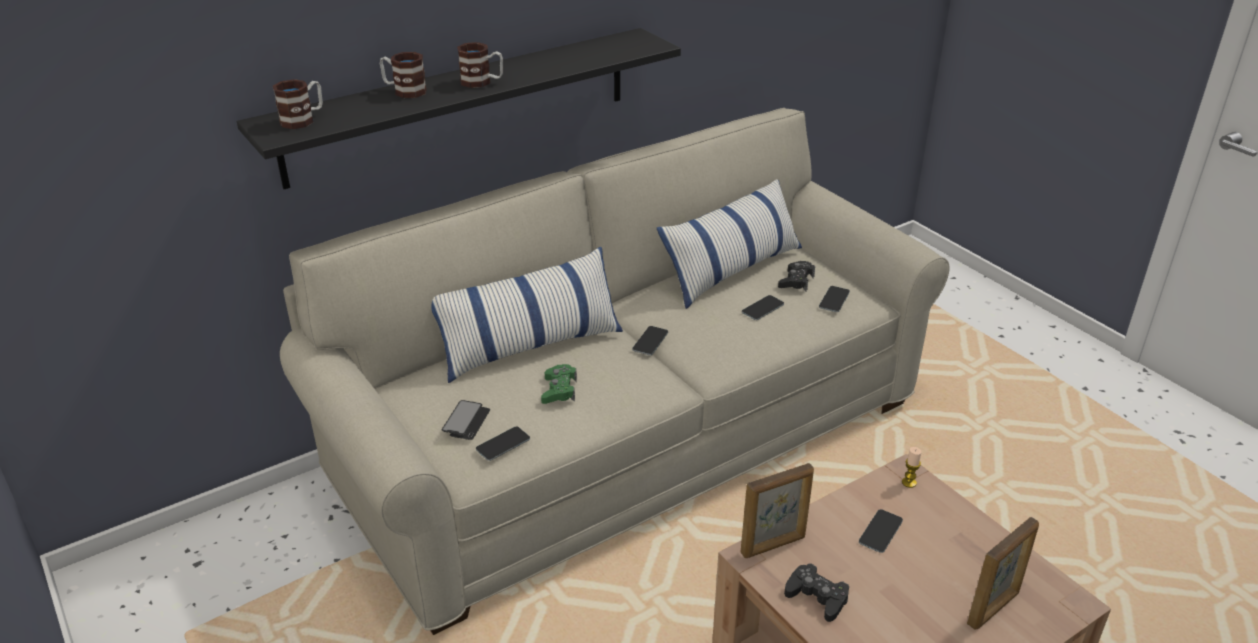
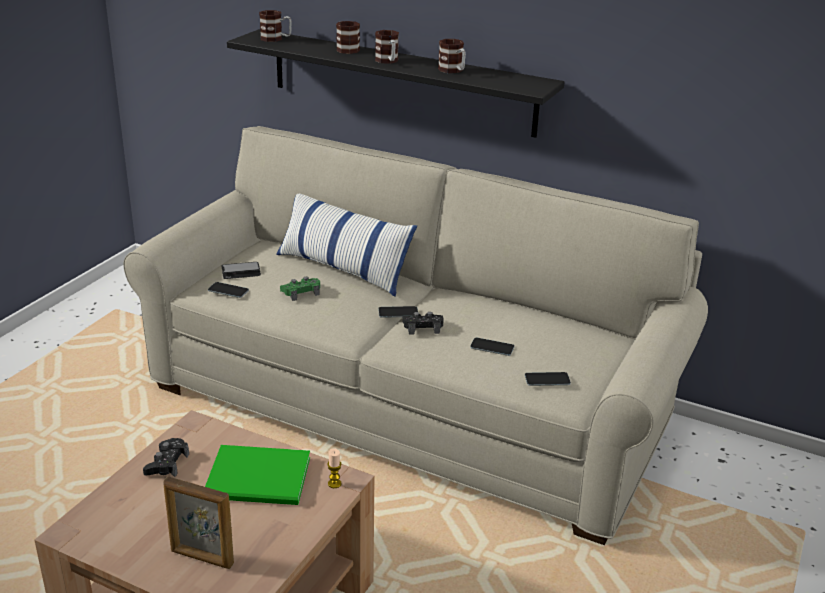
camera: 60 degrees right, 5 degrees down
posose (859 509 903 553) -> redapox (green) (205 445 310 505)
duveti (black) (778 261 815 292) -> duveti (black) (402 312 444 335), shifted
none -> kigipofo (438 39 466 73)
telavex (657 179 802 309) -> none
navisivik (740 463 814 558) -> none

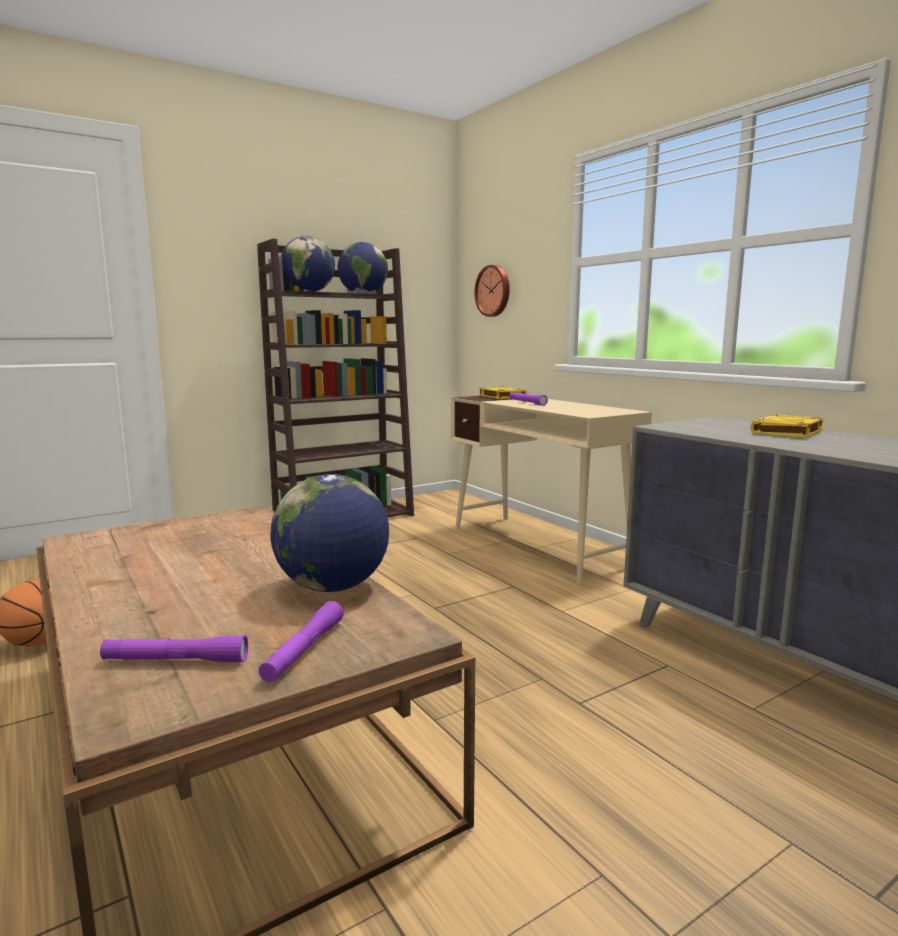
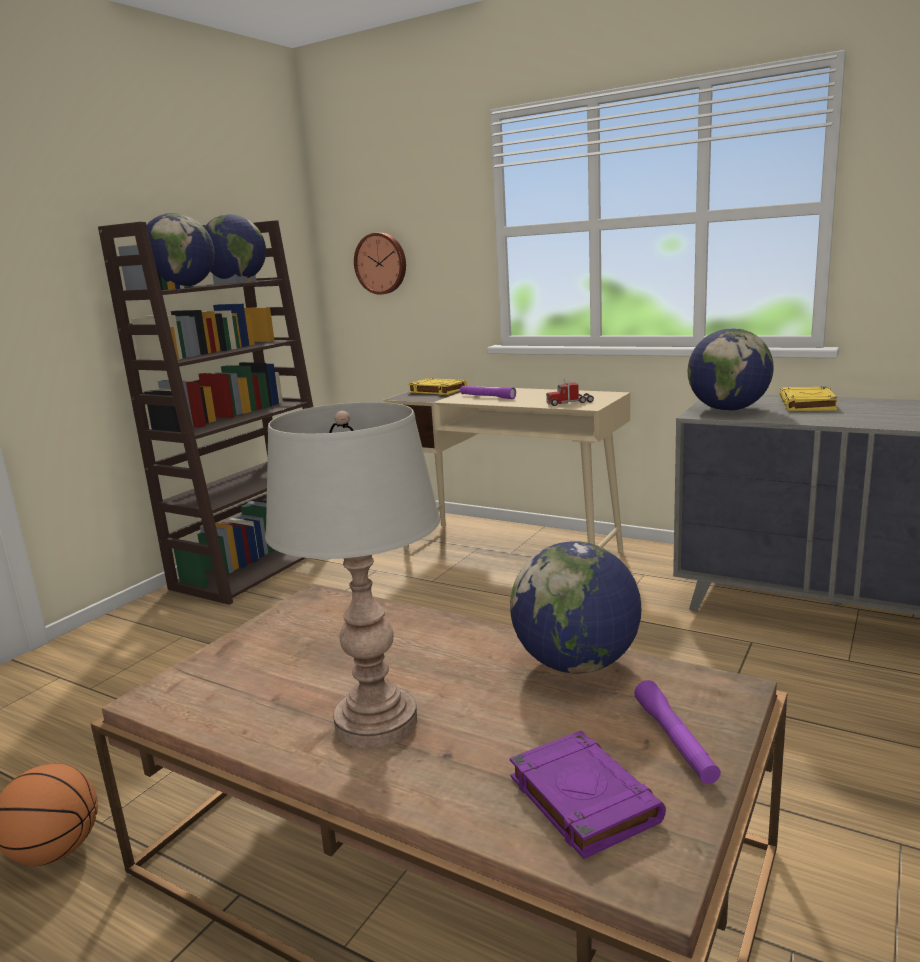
camera: 25 degrees left, 5 degrees up
none -> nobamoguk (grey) (265 402 440 749)
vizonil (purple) (100 636 248 662) -> redapox (purple) (510 731 666 859)
none -> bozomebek (546 379 594 406)
none -> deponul (688 328 774 411)

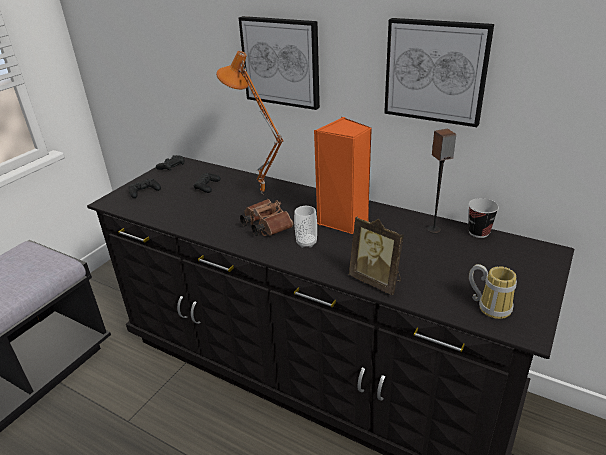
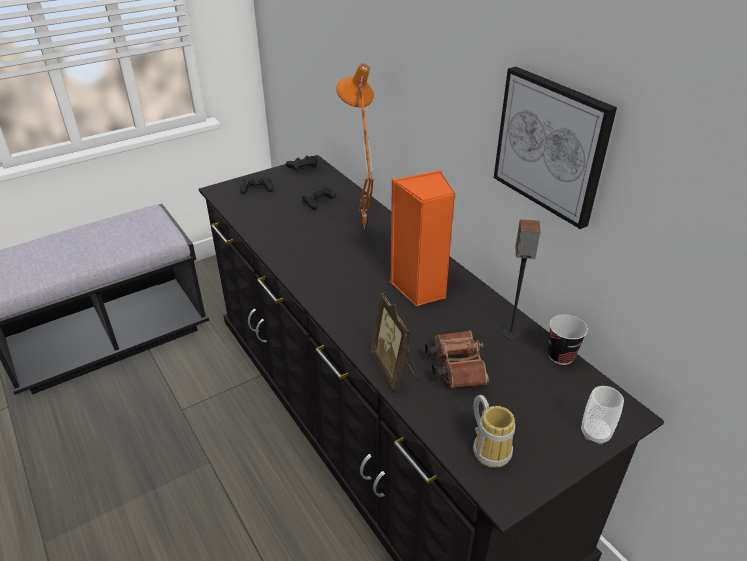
camera: 25 degrees right, 5 degrees up
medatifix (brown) (240 199 293 236) -> medatifix (brown) (425 330 489 388), shifted
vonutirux (294 206 317 248) -> vonutirux (581 386 624 445), shifted
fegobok (239 16 320 110) -> none

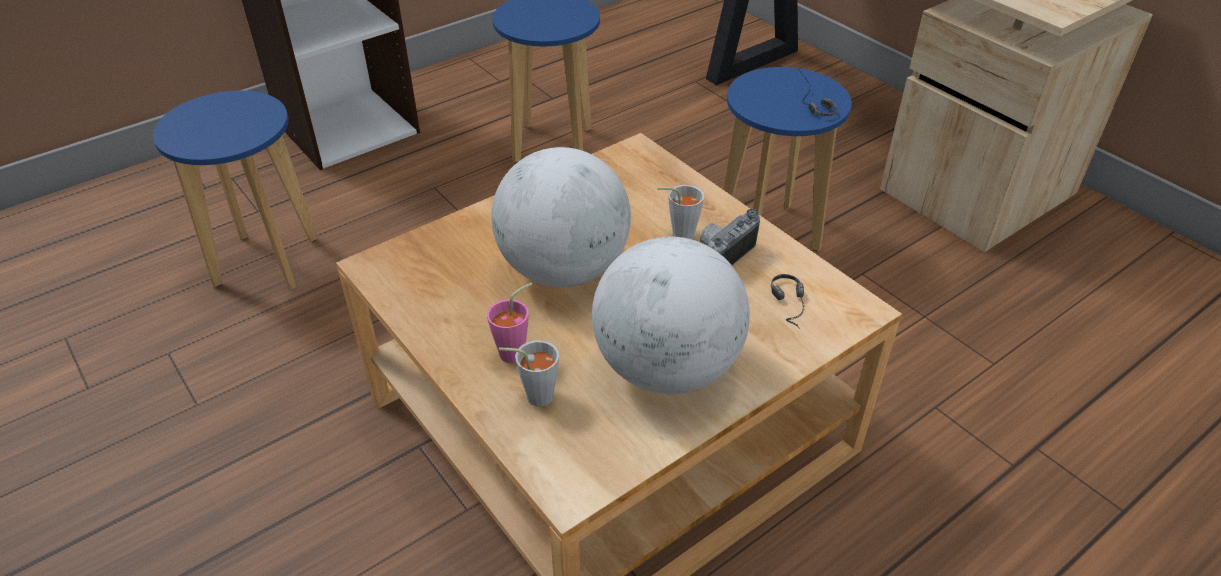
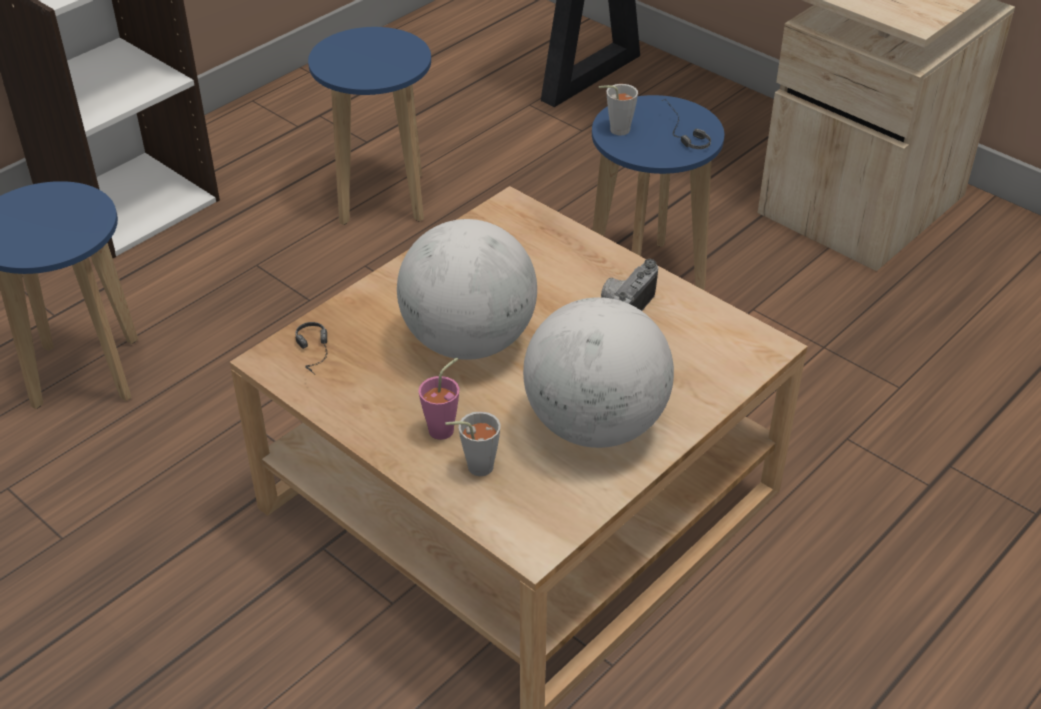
camera: 10 degrees left, 0 degrees up
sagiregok (771 274 805 330) -> sagiregok (295 322 328 374), shifted
vonutirux (grey) (658 185 704 239) -> vonutirux (grey) (599 84 638 136), shifted

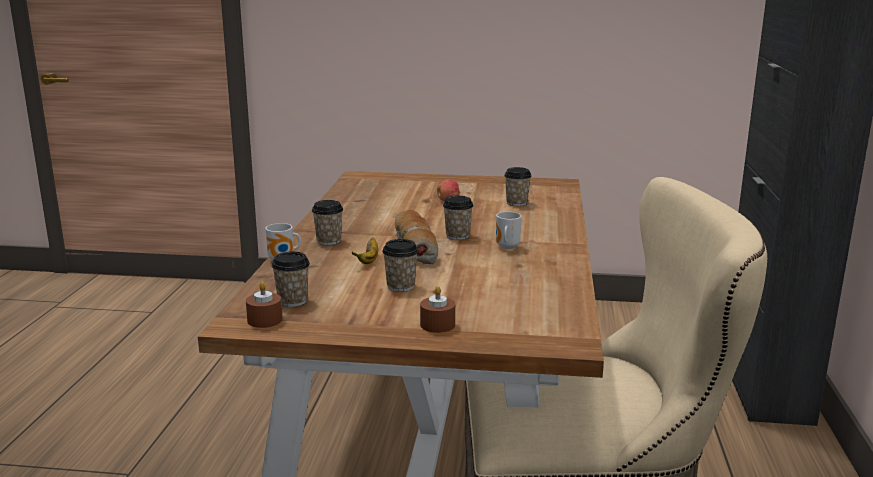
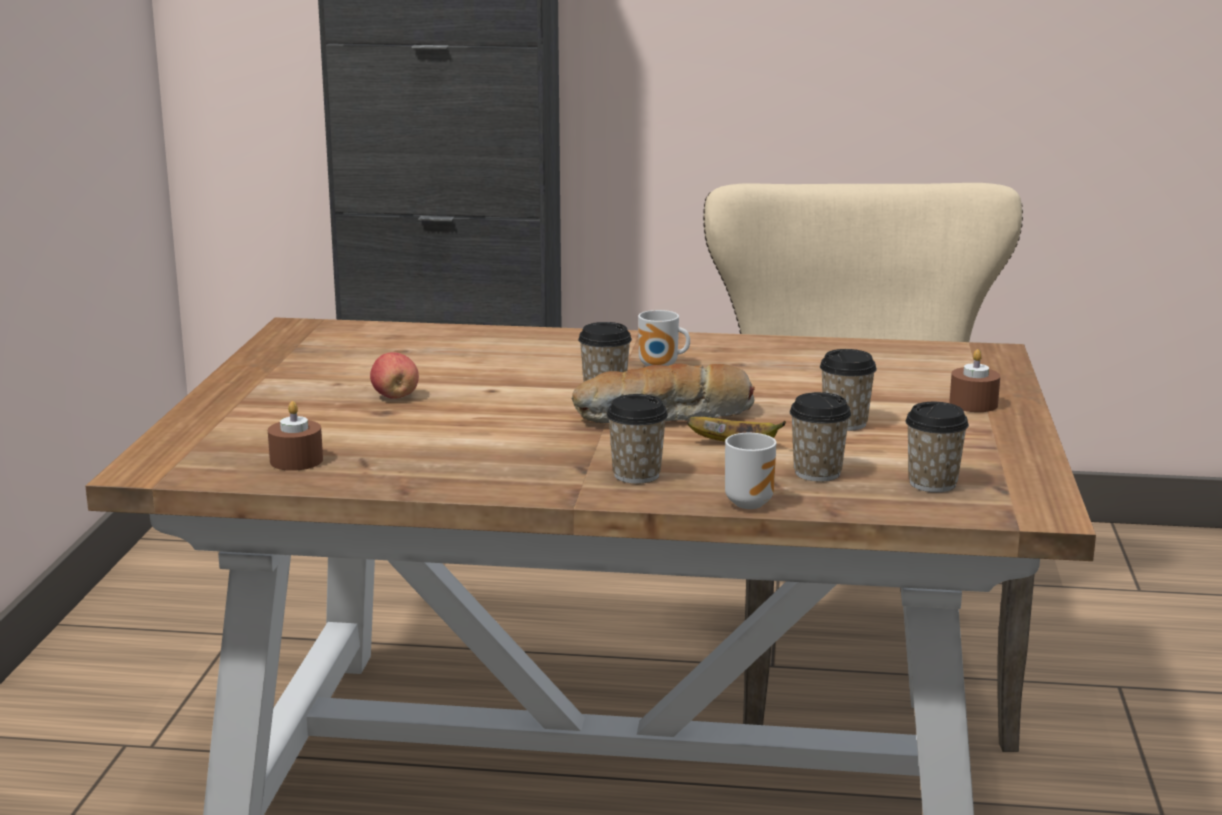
camera: 90 degrees left, 0 degrees up
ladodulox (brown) (246 281 283 328) -> ladodulox (brown) (268 401 323 471), shifted
vonutirux (504 167 532 206) -> vonutirux (790 392 851 482), shifted

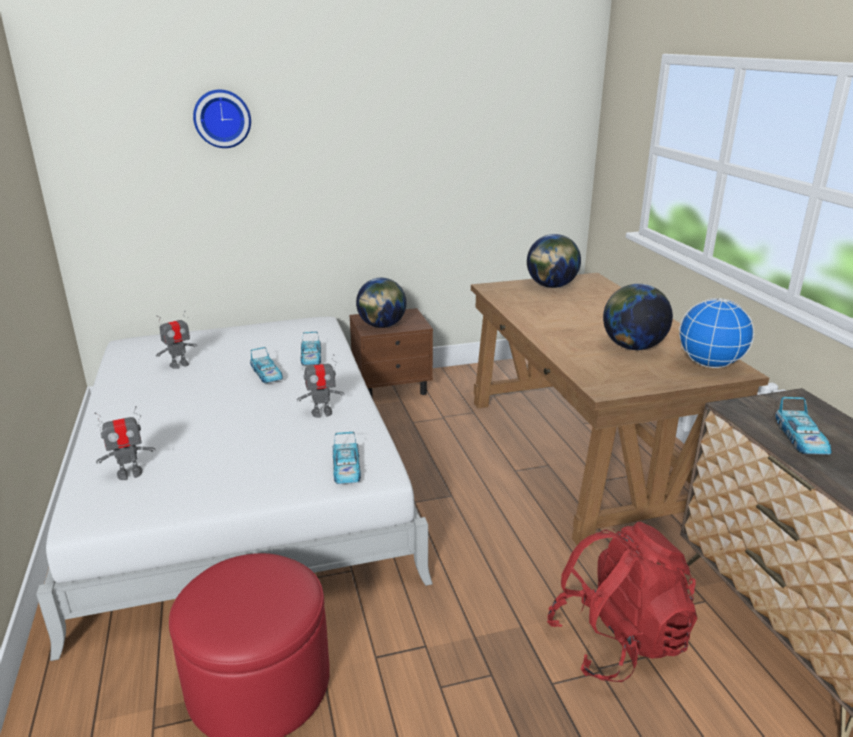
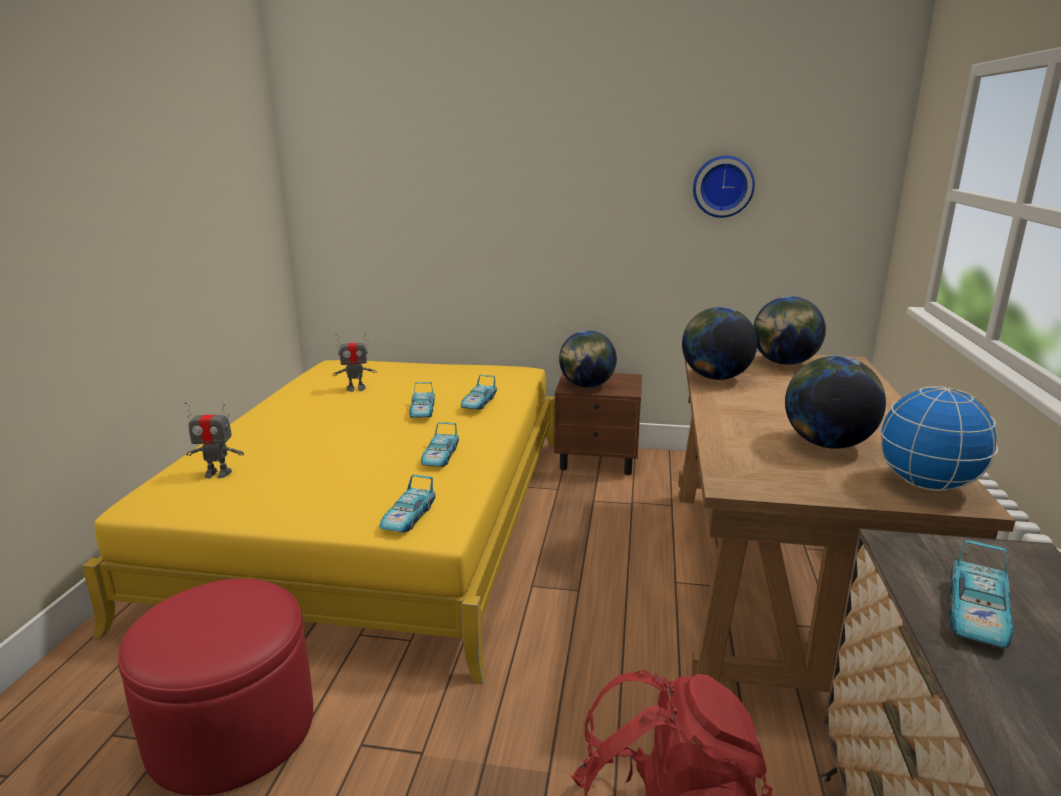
camera: 25 degrees right, 5 degrees down
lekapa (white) (36 317 433 661) -> lekapa (yellow) (82 360 555 684)
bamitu (297 354 344 418) -> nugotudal (421 422 459 467)
none -> deponul (682 307 757 380)
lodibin (193 90 251 148) -> lodibin (693 155 755 218), shifted

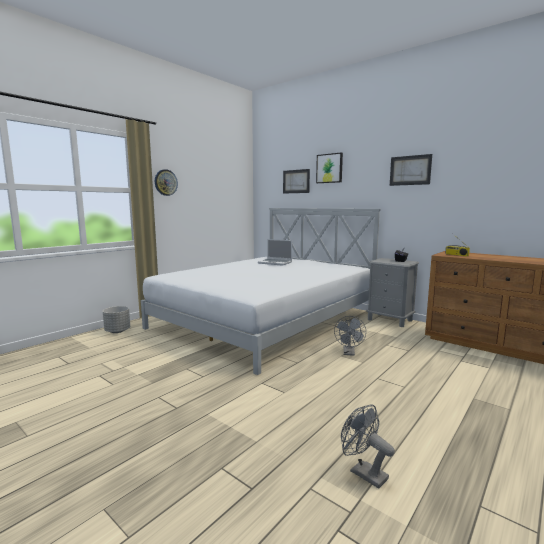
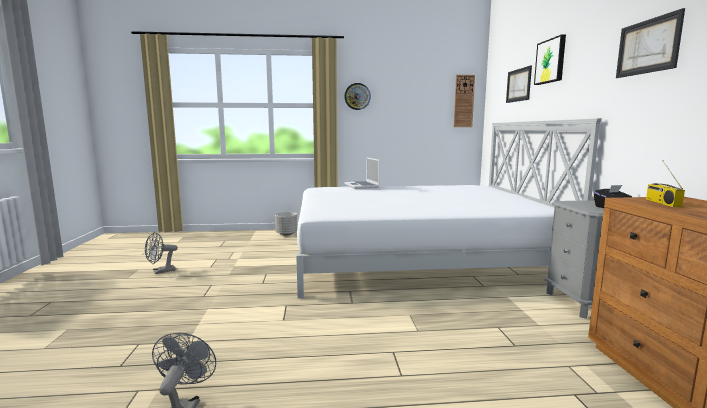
camera: 45 degrees right, 0 degrees up
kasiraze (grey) (334 316 366 356) -> kasiraze (grey) (145 232 178 274), shifted
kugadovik (258 239 292 266) -> kugadovik (344 158 379 189), shifted
none -> lodibin (454 75 475 127)

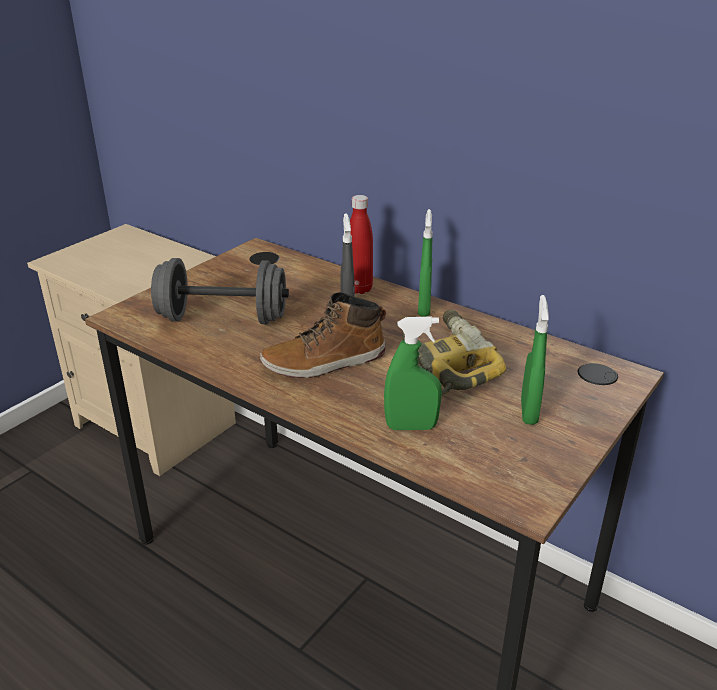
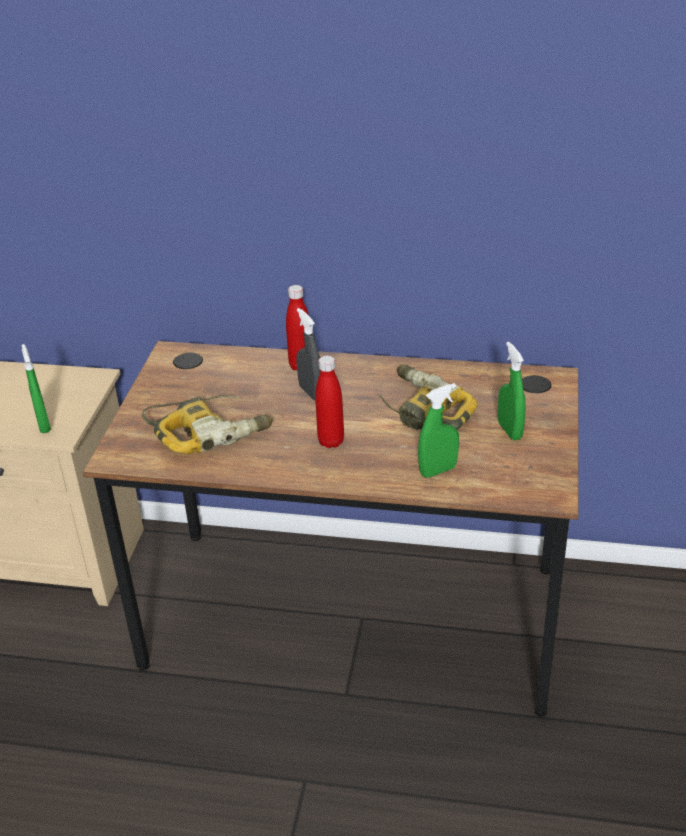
camera: 25 degrees left, 5 degrees up
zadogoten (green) (418 209 433 317) -> zadogoten (green) (22 344 51 433), shifted
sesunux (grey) (151 258 289 324) -> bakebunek (142 395 273 454)
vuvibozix (260 292 386 378) -> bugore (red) (315 355 344 448)

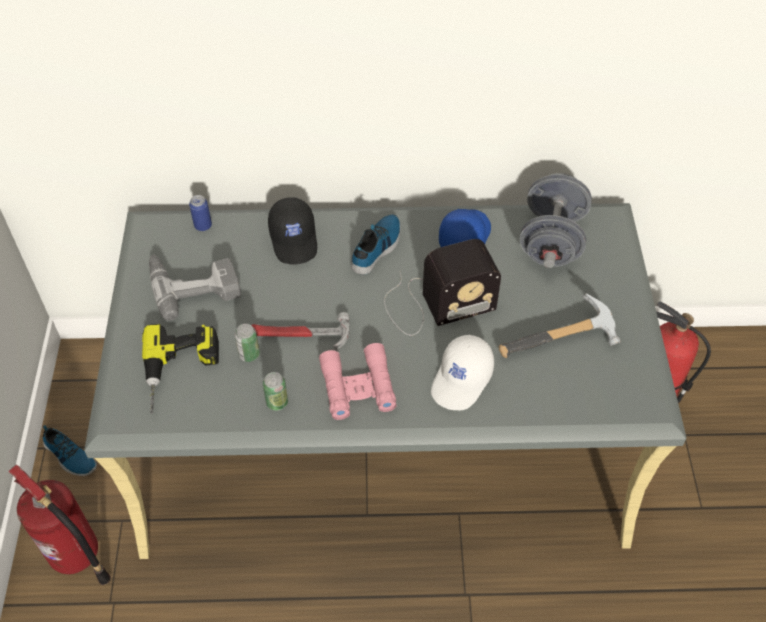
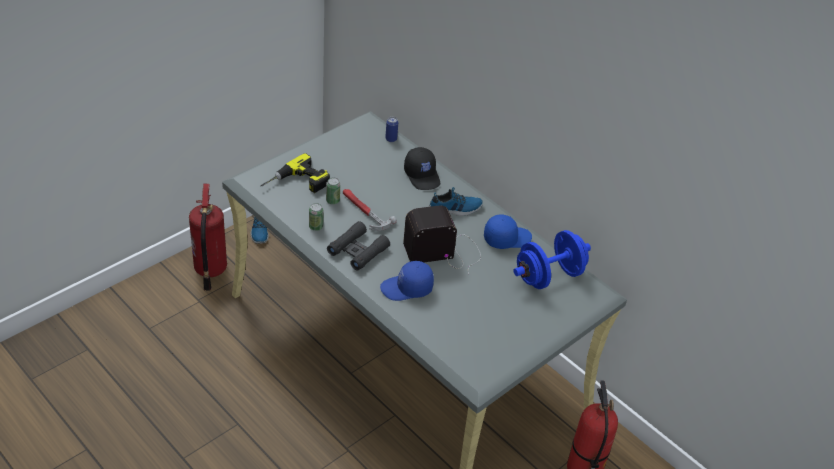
camera: 45 degrees right, 10 degrees down
medatifix (pink) (319 343 397 420) -> medatifix (black) (327 221 390 271)
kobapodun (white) (431 335 494 410) -> kobapodun (blue) (380 261 434 301)
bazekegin (384 239 501 336) -> bazekegin (403 205 481 274), 135 degrees clockwise
kobapodun (black) (268 197 317 265) -> kobapodun (black) (404 147 440 190), 60 degrees counterclockwise
sesunux (grey) (520 173 592 268) -> sesunux (blue) (514 230 591 289)
bakebunek (149 254 241 321) -> none
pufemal (499 293 621 358) -> none

